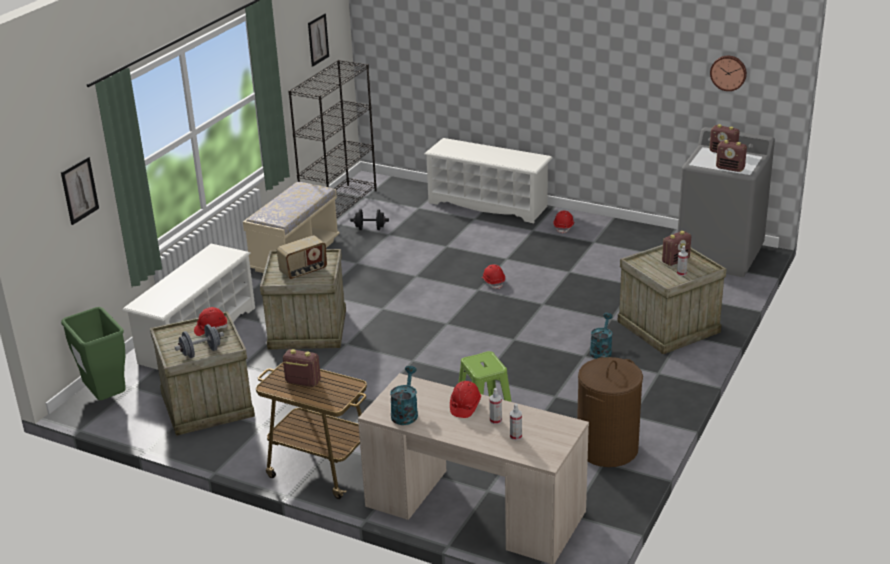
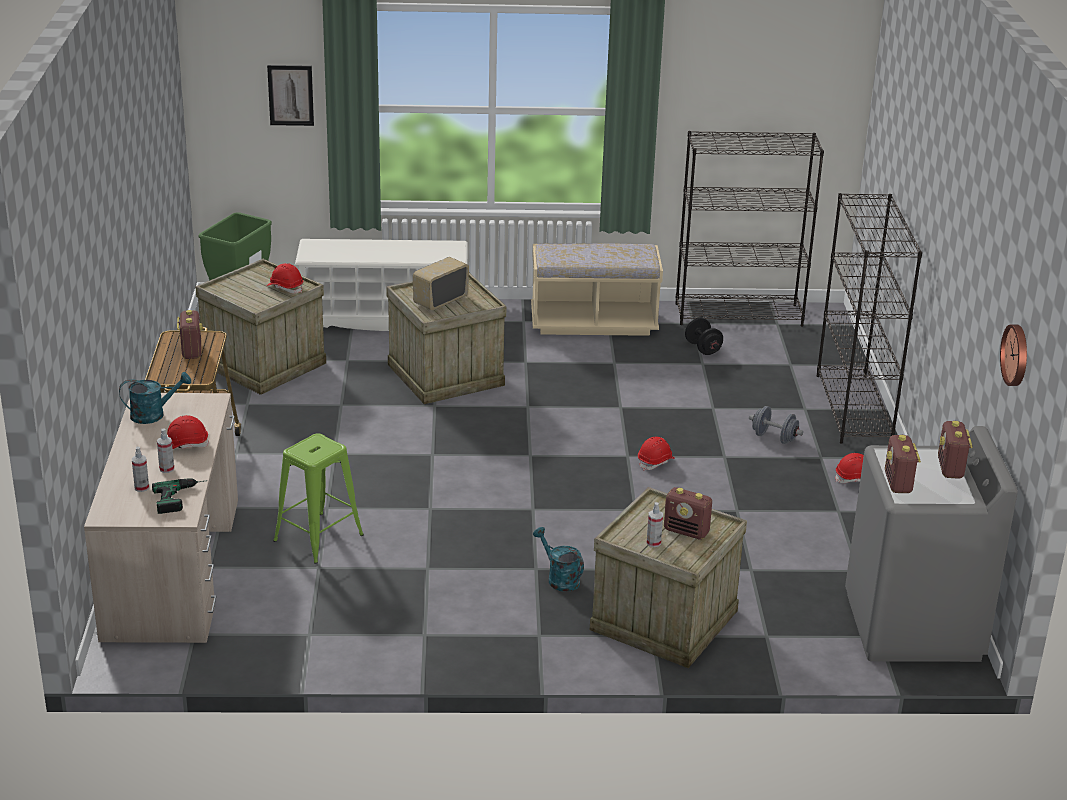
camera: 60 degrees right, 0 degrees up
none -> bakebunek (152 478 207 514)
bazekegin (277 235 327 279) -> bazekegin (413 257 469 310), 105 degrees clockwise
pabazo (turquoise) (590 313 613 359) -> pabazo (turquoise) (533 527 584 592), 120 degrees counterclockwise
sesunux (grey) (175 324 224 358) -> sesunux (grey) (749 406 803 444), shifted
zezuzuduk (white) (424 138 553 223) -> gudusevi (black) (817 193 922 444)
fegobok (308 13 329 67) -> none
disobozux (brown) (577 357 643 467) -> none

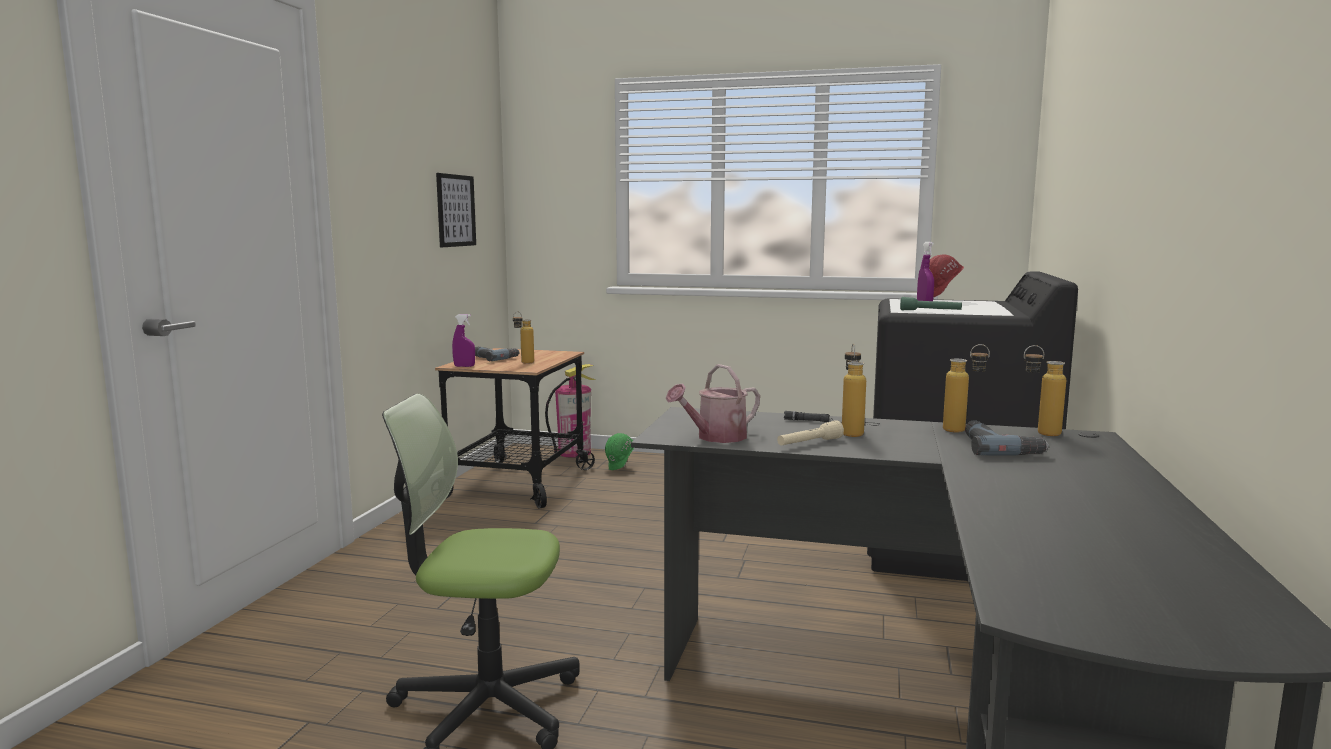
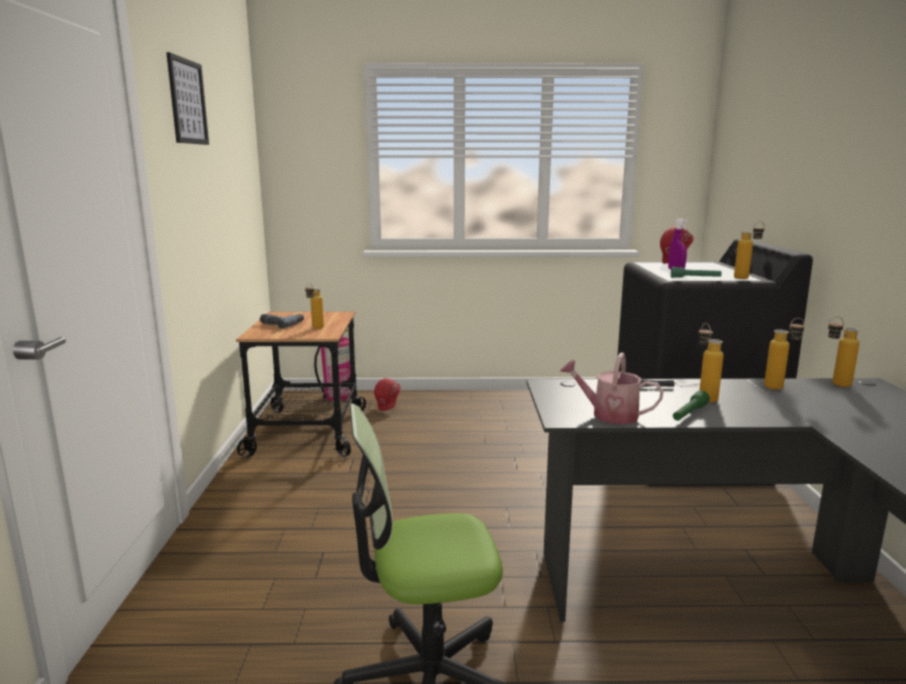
camera: 15 degrees left, 5 degrees up
fegobok (436 173 476 247) -> fegobok (166 52 209 145), shifted
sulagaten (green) (605 433 634 470) -> sulagaten (red) (374 378 400 411)
pabazo (666 364 760 443) -> pabazo (560 353 664 424), 75 degrees clockwise
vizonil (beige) (777 420 844 446) -> vizonil (green) (673 391 710 421)
none -> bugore (734 221 765 279)
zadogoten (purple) (452 314 475 367) -> none
bakebunek (965 420 1049 456) -> none

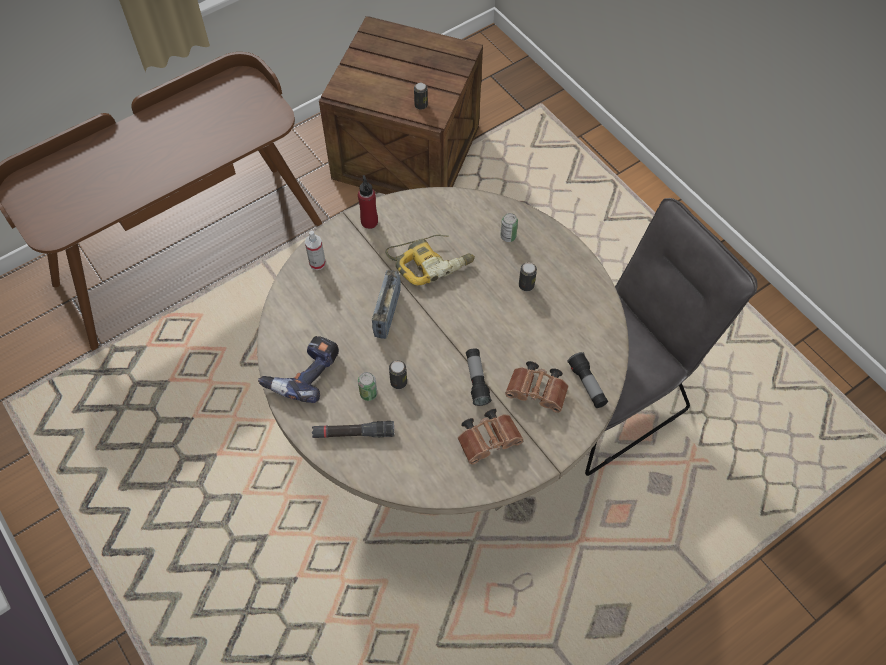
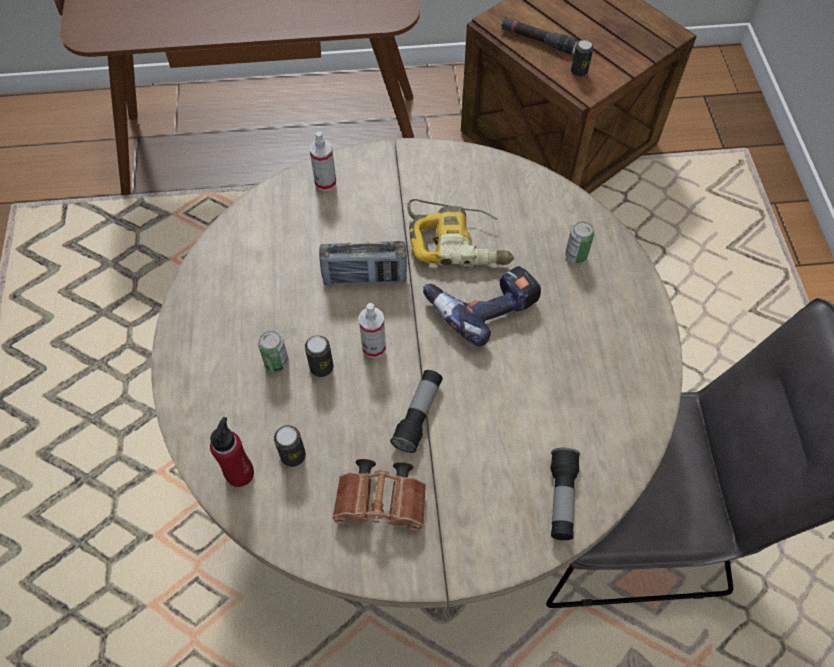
camera: 30 degrees right, 0 degrees up
bugore (red) (358 175 378 229) -> bugore (red) (210 417 254 487), shifted
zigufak (519 262 537 291) -> zigufak (274 425 306 467), shifted
bazekegin (372 270 401 339) -> bazekegin (319 241 407 285), 135 degrees counterclockwise
none -> zadogoten (359 303 386 358)
bakebunek (258 336 339 403) -> bakebunek (423 266 541 346), shifted
vizonil (black) (312 421 394 438) -> vizonil (black) (501 17 578 55), shifted
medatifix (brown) (505 361 569 413) -> none

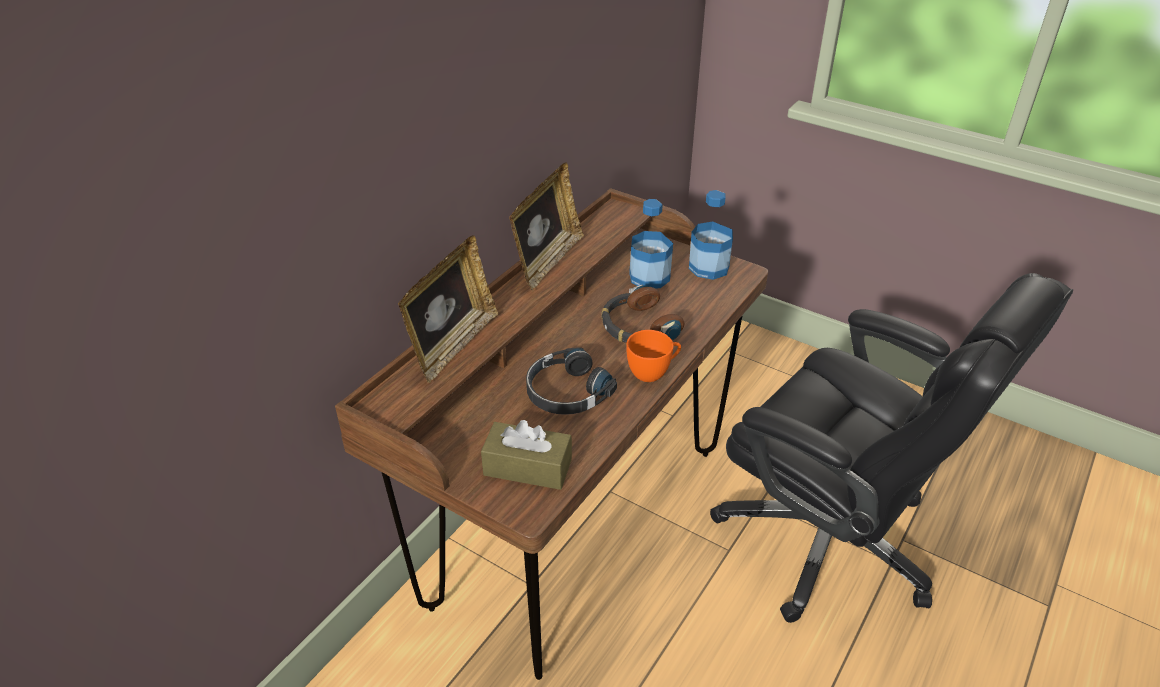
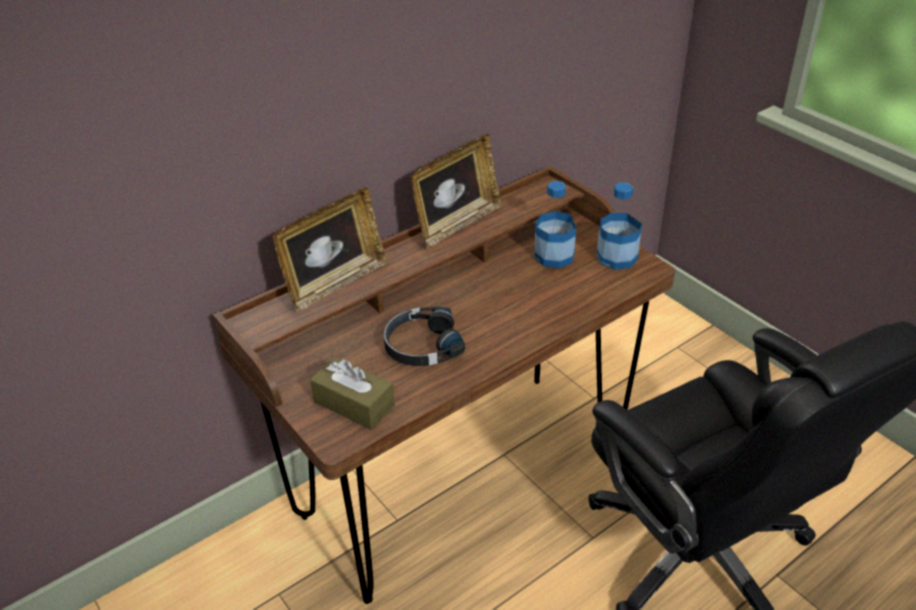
camera: 20 degrees right, 0 degrees up
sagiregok (601 284 684 343) -> none
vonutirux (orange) (626 330 681 382) -> none

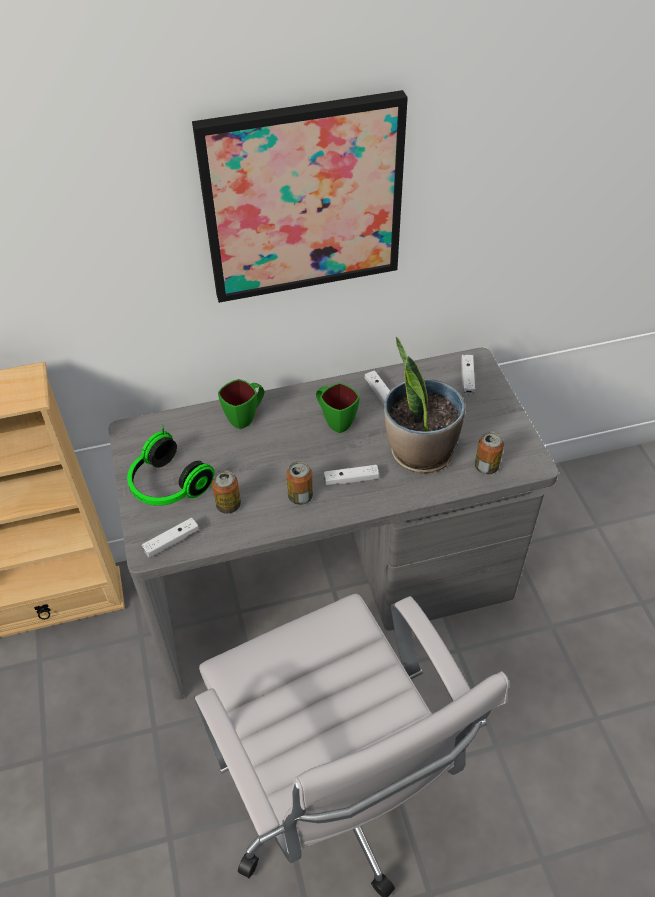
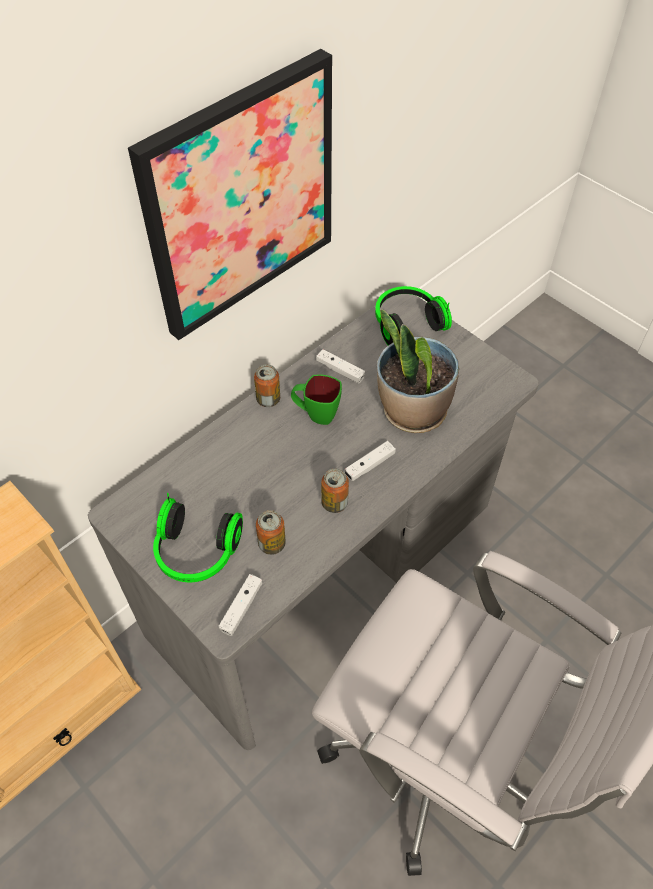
camera: 30 degrees left, 5 degrees up
zigufak (475 431 504 474) -> zigufak (254 364 280 407), shifted
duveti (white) (461 355 475 396) -> sagiregok (375 286 452 346)
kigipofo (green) (218 379 264 429) -> none

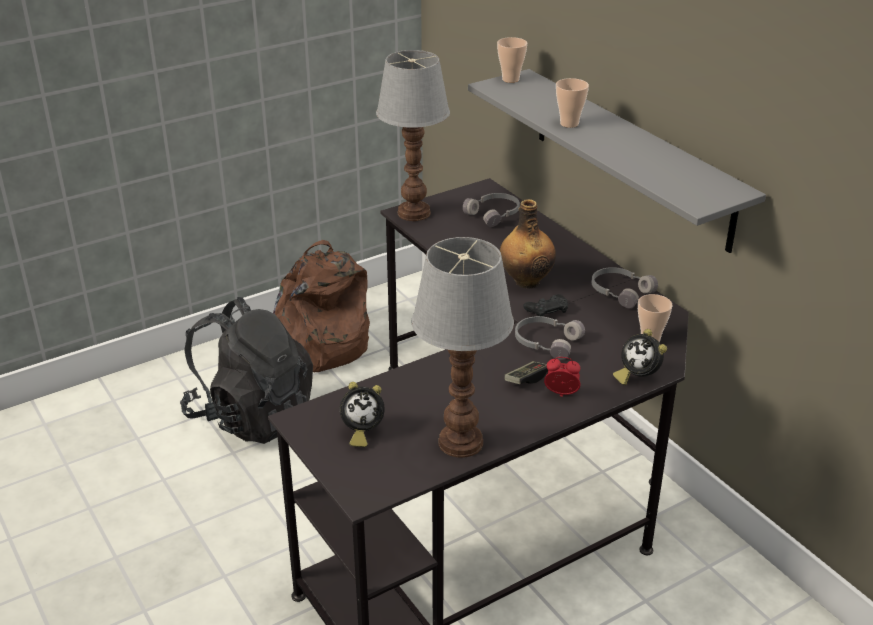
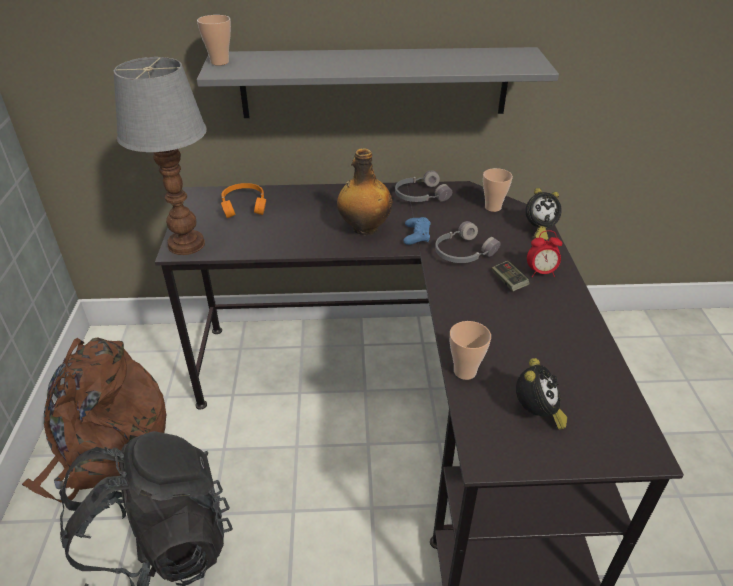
camera: 60 degrees left, 5 degrees up
sagiregok (grey) (463 193 520 227) -> sagiregok (orange) (221 183 266 218)
duveti (black) (523 294 568 317) -> duveti (blue) (403 217 431 245)
vonutirux (556 78 589 128) -> vonutirux (450 321 491 380), shifted
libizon (544 357 580 396) -> libizon (527 230 562 277), 135 degrees counterclockwise
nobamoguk (412 237 514 458) -> none

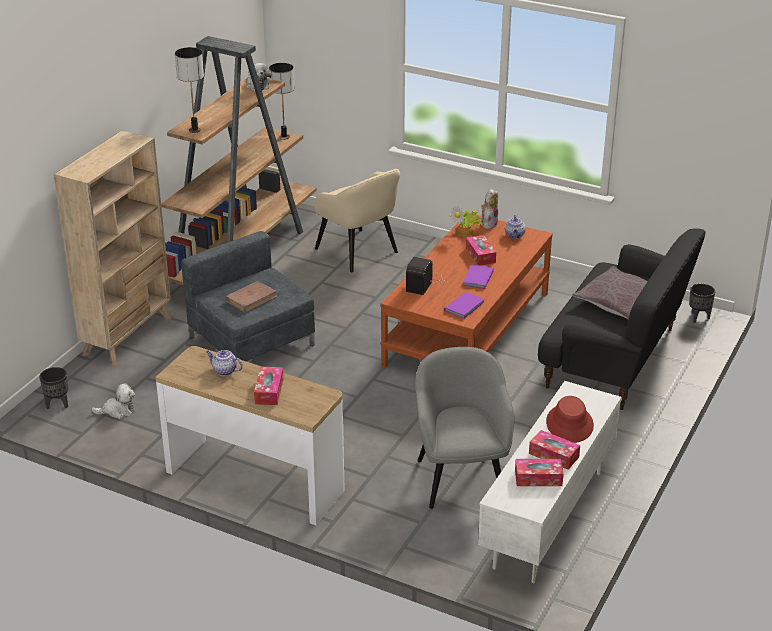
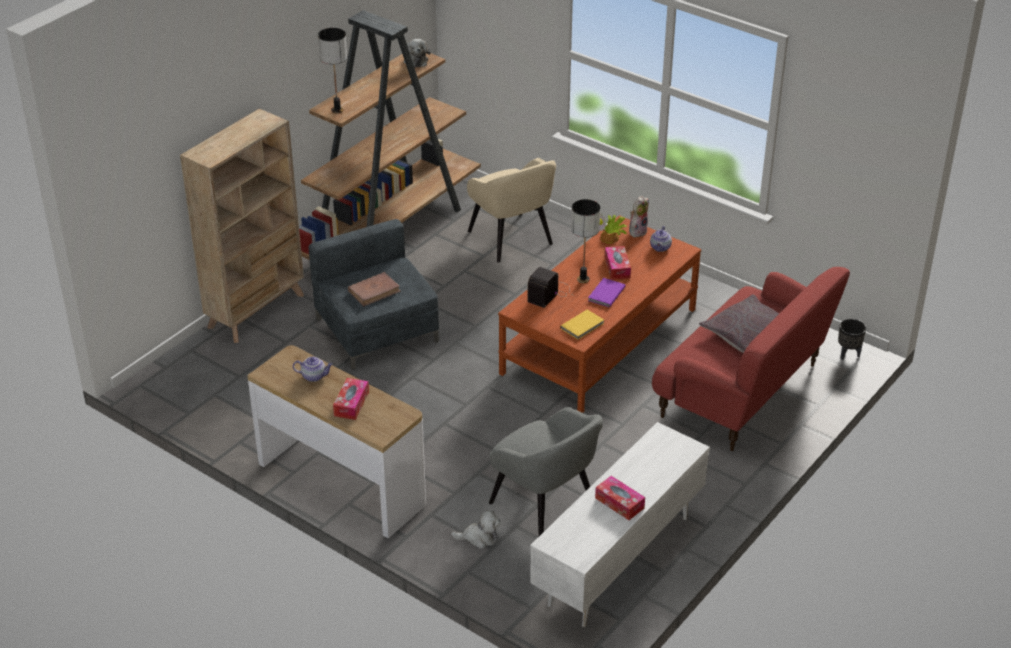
camera: 10 degrees right, 5 degrees up
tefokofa (206 350 243 376) -> tefokofa (293 356 333 382), 150 degrees clockwise
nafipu (91 383 135 419) -> nafipu (451 510 501 549), shifted
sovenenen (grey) (415 347 515 509) -> sovenenen (grey) (489 407 603 536), 135 degrees clockwise
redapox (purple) (444 292 484 319) -> redapox (yellow) (560 309 604 340)
nobamoguk (269 63 294 140) -> nobamoguk (571 199 600 283), shifted
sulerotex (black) (538 228 706 410) -> sulerotex (red) (652 267 850 451)
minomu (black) (39 367 68 409) -> none
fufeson (515 459 564 486) -> none
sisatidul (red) (546 396 594 443) -> none

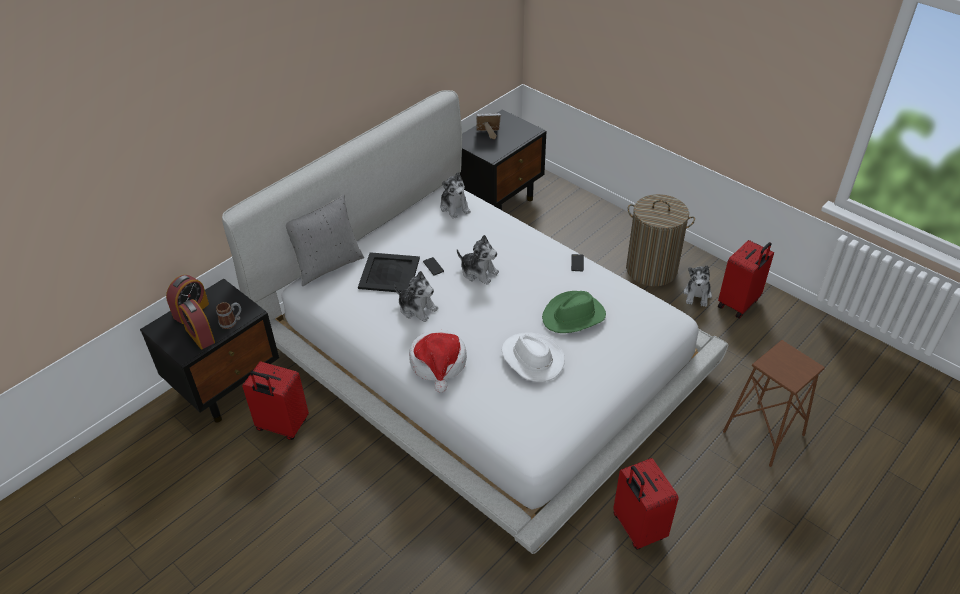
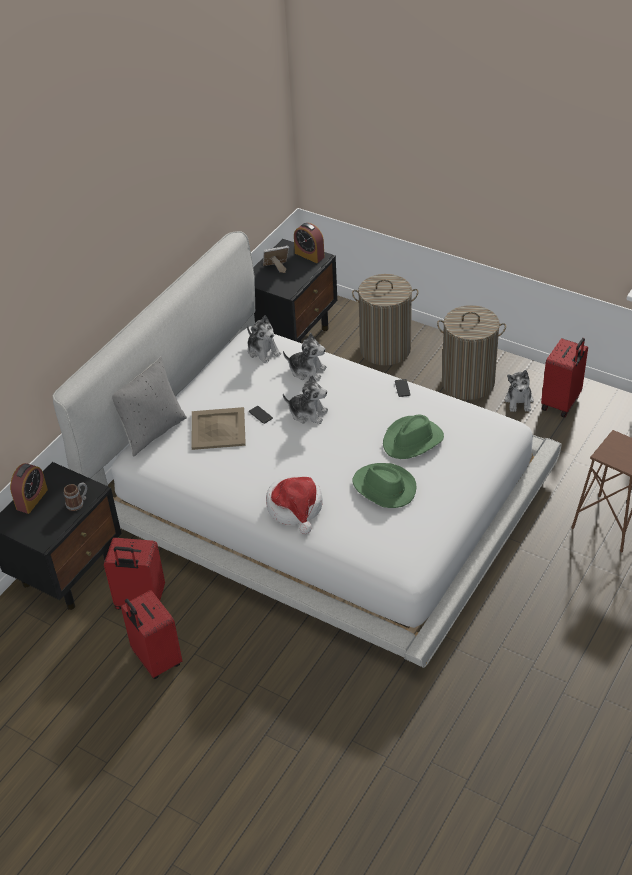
camera: 10 degrees left, 0 degrees up
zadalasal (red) (613 458 679 549) -> zadalasal (red) (121 590 182 679), shifted
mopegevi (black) (358 252 420 292) -> mopegevi (beige) (192 407 246 450)
nafipu (394 271 438 322) -> nafipu (283 333 327 381), shifted
libizon (178 299 215 350) -> libizon (294 223 325 263), shifted
none -> disobozux (352 274 419 366)
sisatidul (white) (502 333 565 382) -> sisatidul (green) (352 463 416 508)

